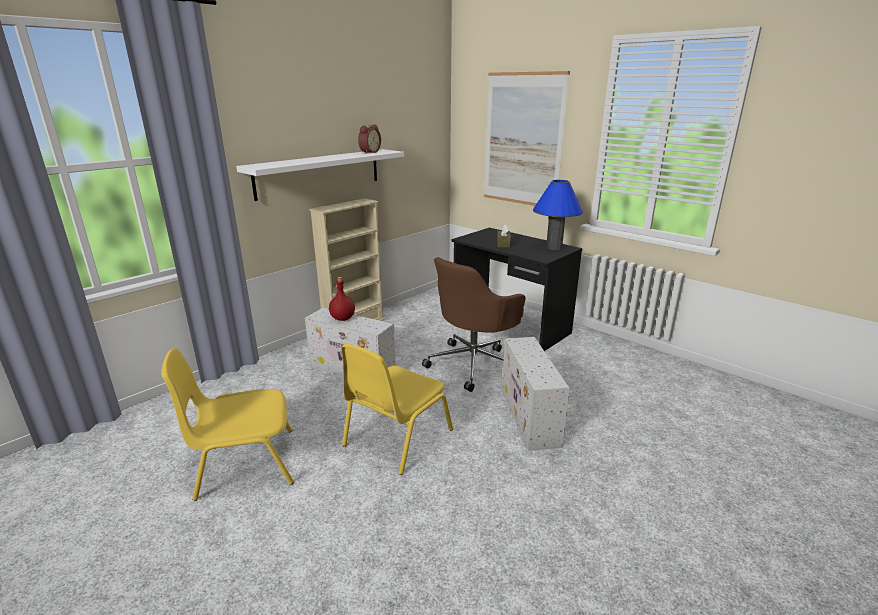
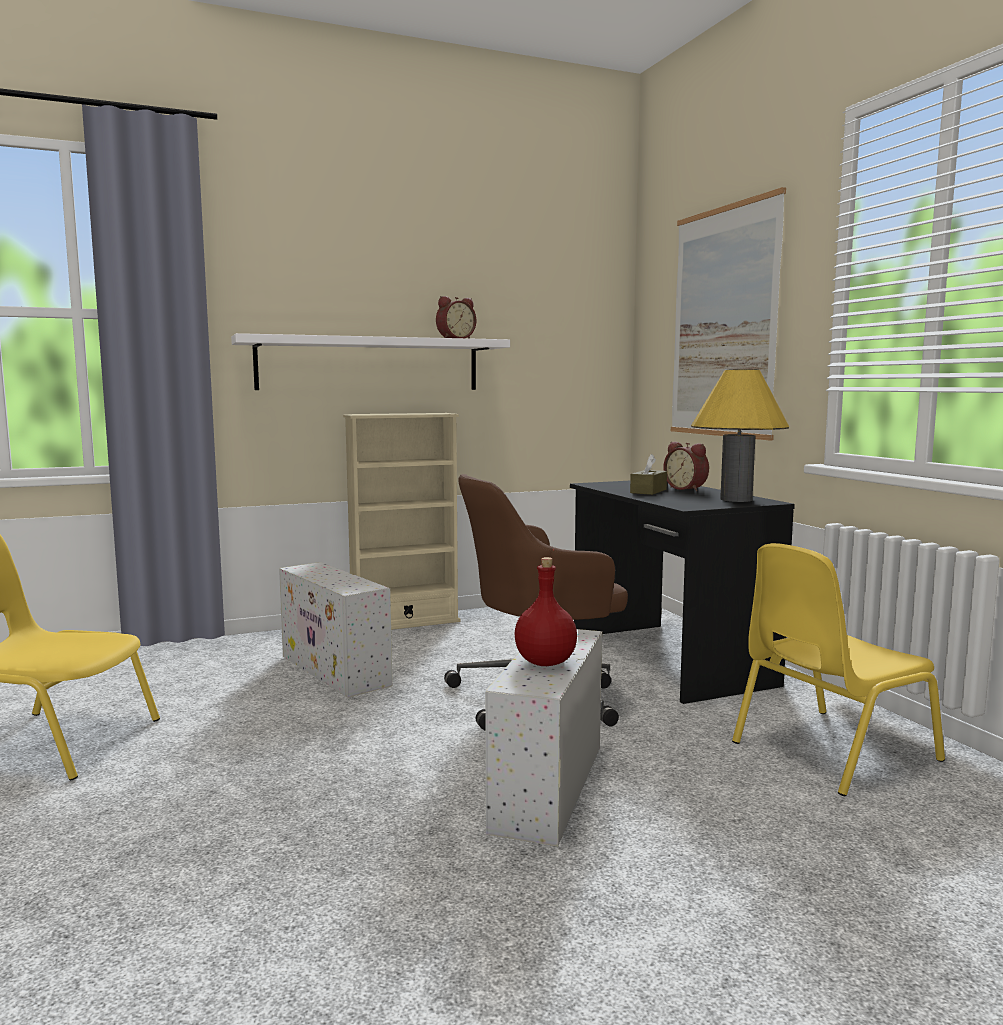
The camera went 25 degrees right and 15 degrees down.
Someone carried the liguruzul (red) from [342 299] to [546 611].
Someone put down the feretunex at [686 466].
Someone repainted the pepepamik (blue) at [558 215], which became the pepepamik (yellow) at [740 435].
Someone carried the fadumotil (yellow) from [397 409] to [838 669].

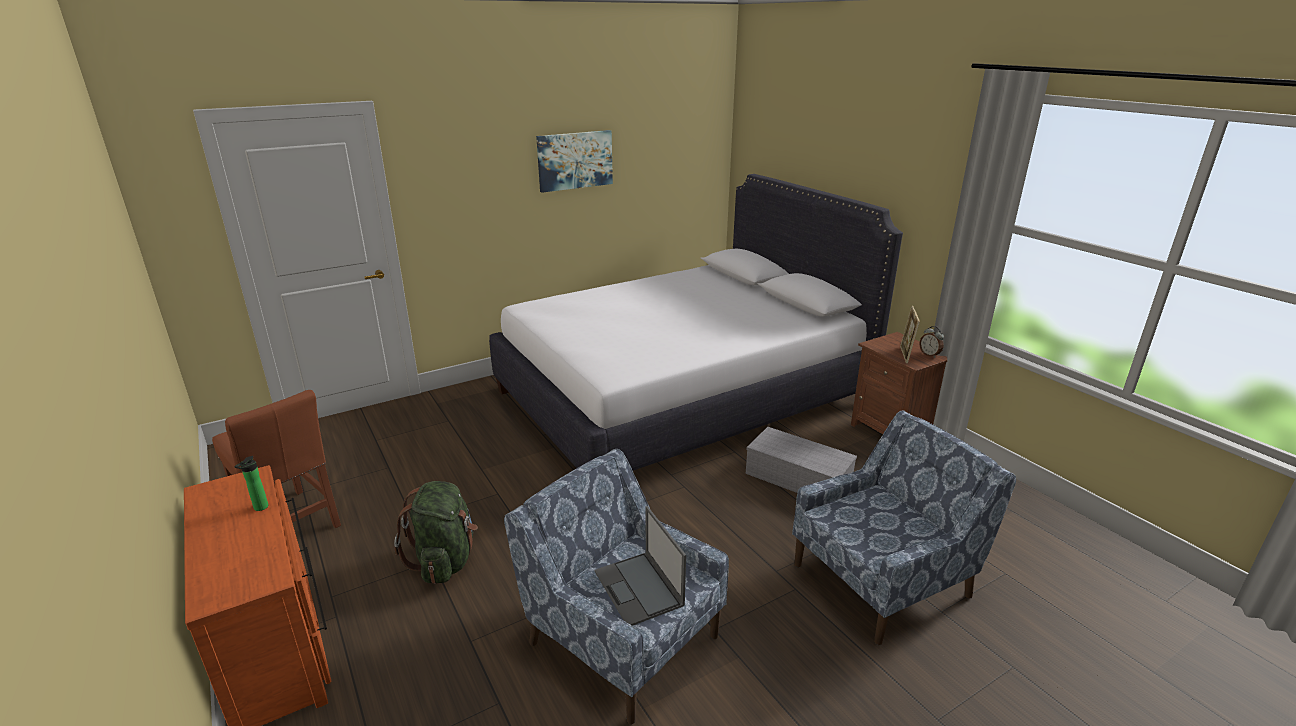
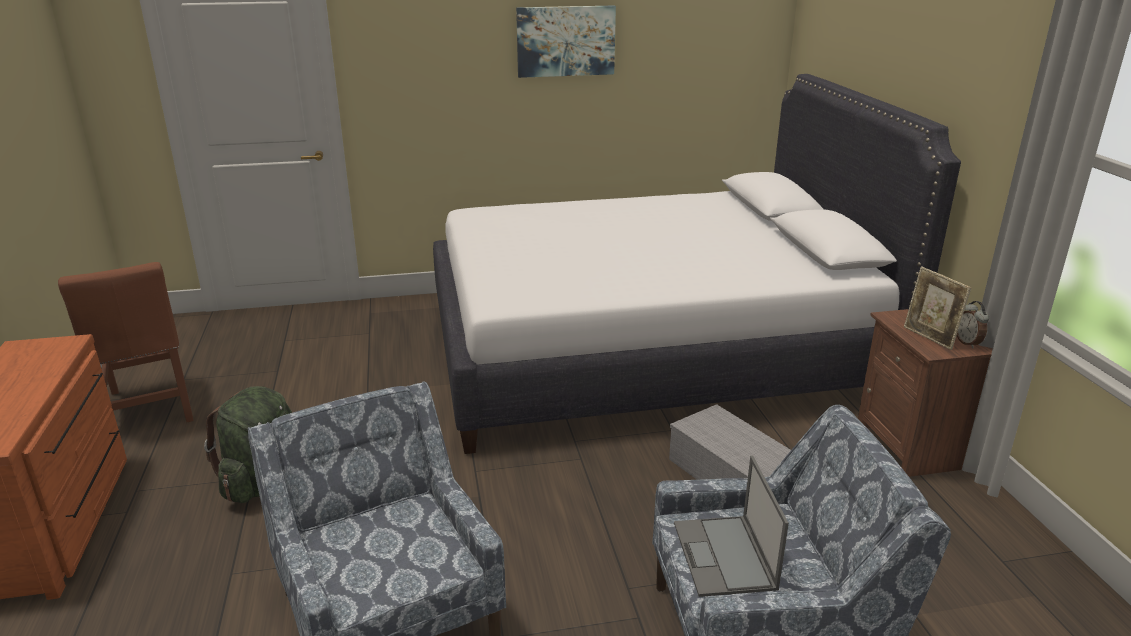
The camera went 20 degrees right and 0 degrees up.
Someone carried the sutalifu from [640 566] to [731 526].
Someone rotated the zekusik at [910 334] by 60 degrees counterclockwise.
Someone took away the liguruzul at [251 483].

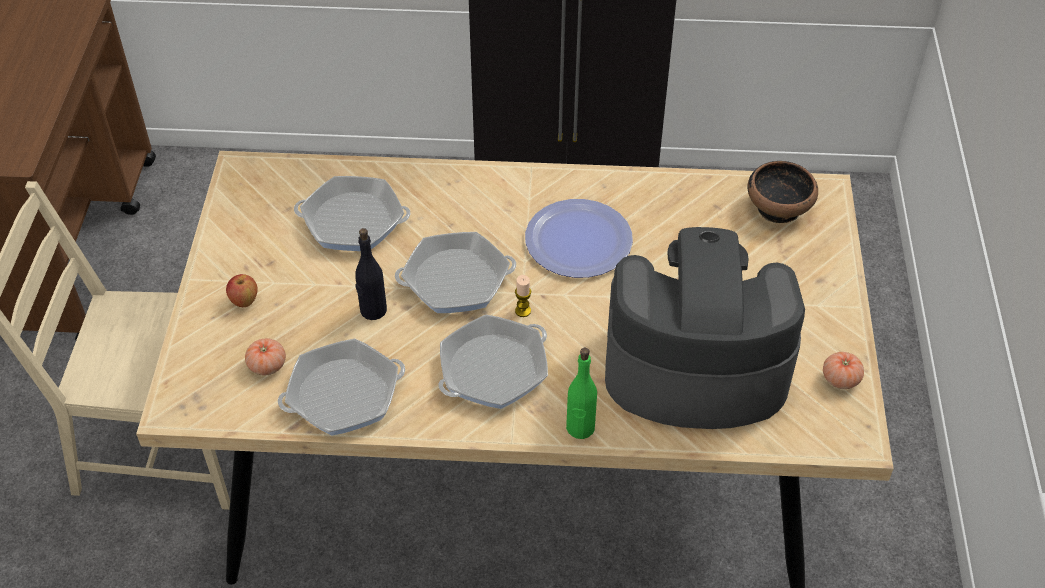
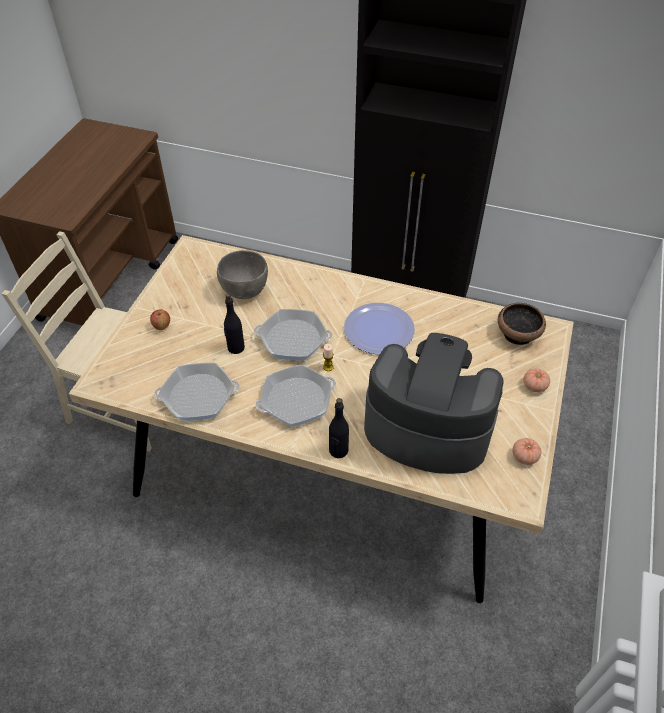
The camera went 15 degrees right and 0 degrees up.
Someone swapped the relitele at [352 213] for the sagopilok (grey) at [242 274].
Someone repainted the liguruzul (green) at [581 393], which became the liguruzul (black) at [339 428].
Someone carried the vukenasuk from [265 356] to [536 380].

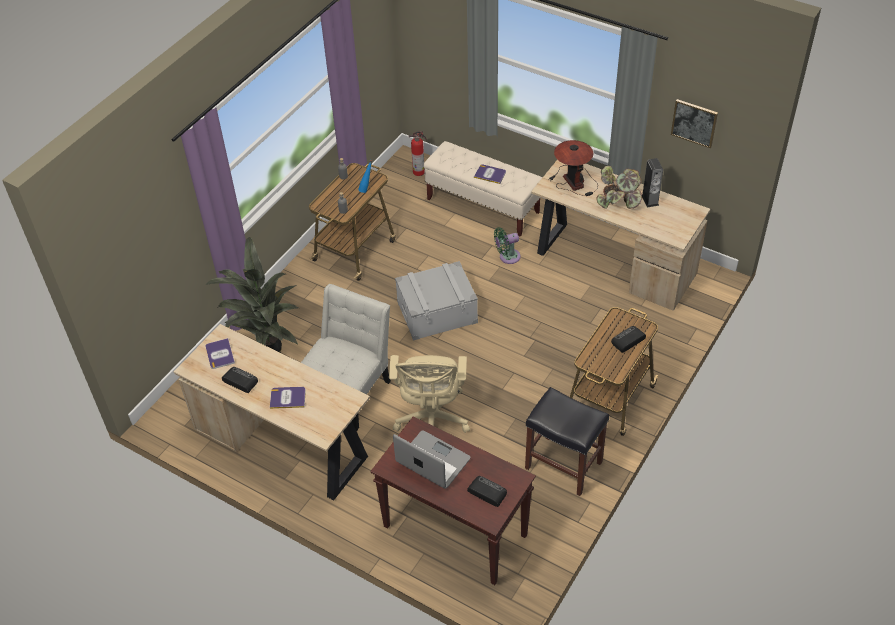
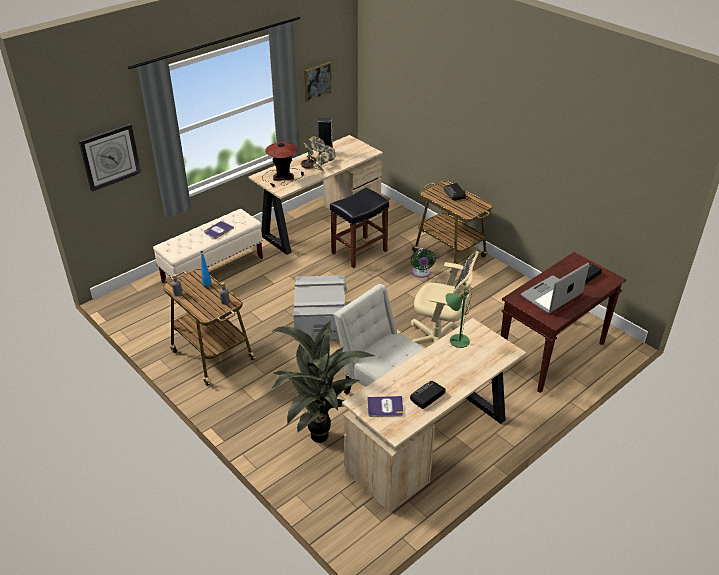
The camera went 75 degrees left and 10 degrees down.
Someone put up the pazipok at [110 157].
Someone carried the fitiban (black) from [567 441] to [359 228].
Someone carried the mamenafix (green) from [507 245] to [423 263].
Someone put down the pepepamik (green) at [458 318].
Someone took away the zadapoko at [288 398].
Someone took away the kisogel at [418 153].

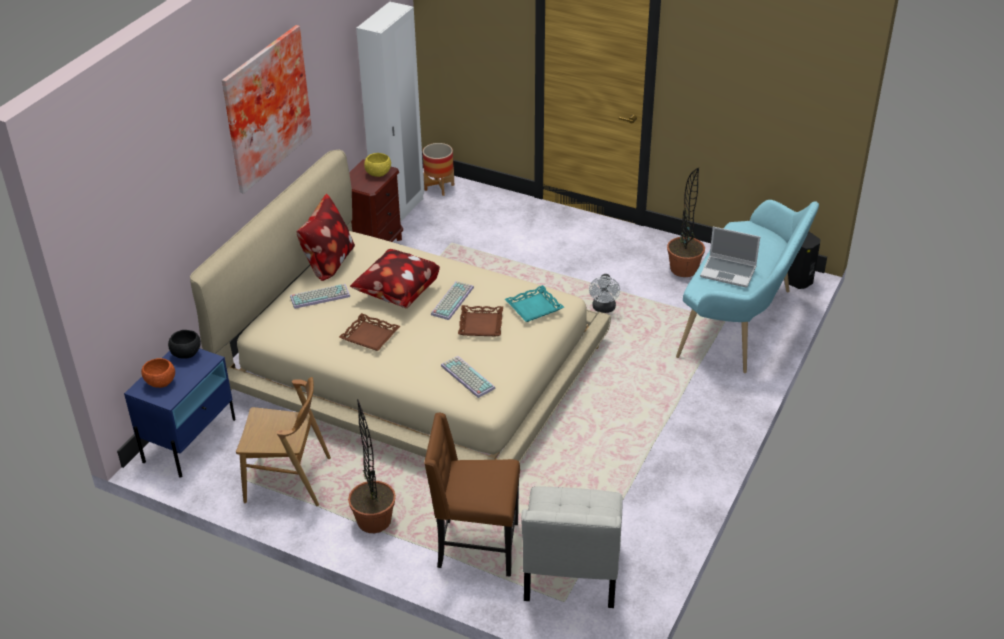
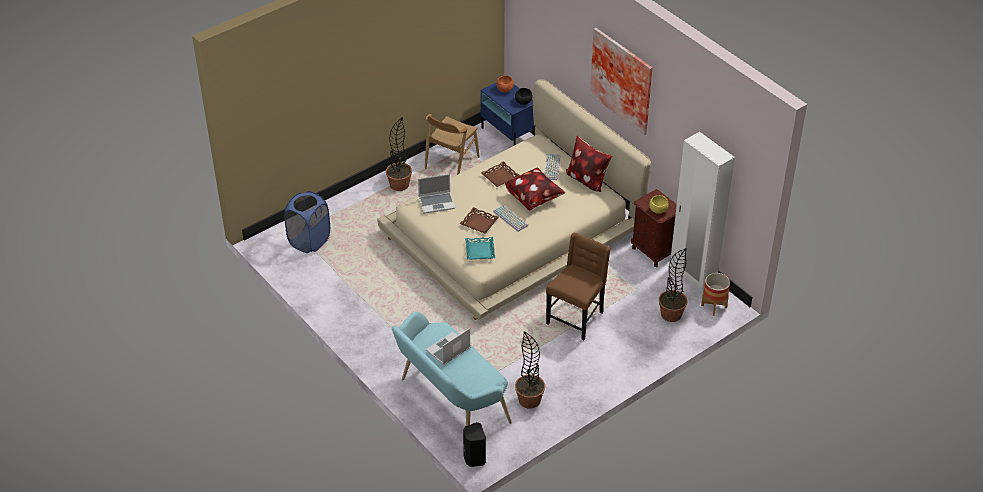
The camera went 115 degrees right and 5 degrees up.
Someone swapped the fadumotil (white) at [572 547] for the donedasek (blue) at [307 222].
Someone swapped the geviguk at [468 377] for the sutalifu at [436 194].
Someone carried the fadumotil (brown) from [472 495] to [578 287].
Someone put down the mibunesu at [673 285].
Someone took away the mamenafix (white) at [604 293].

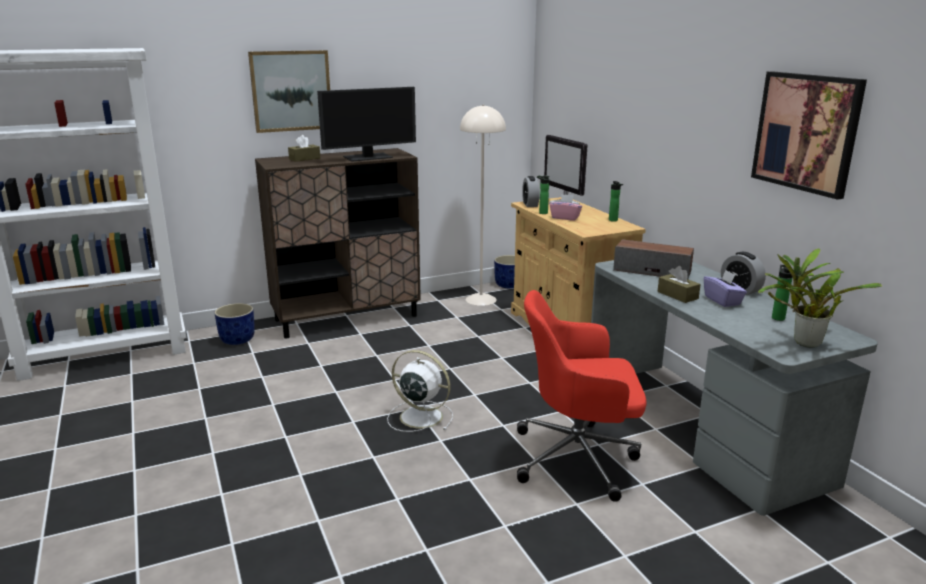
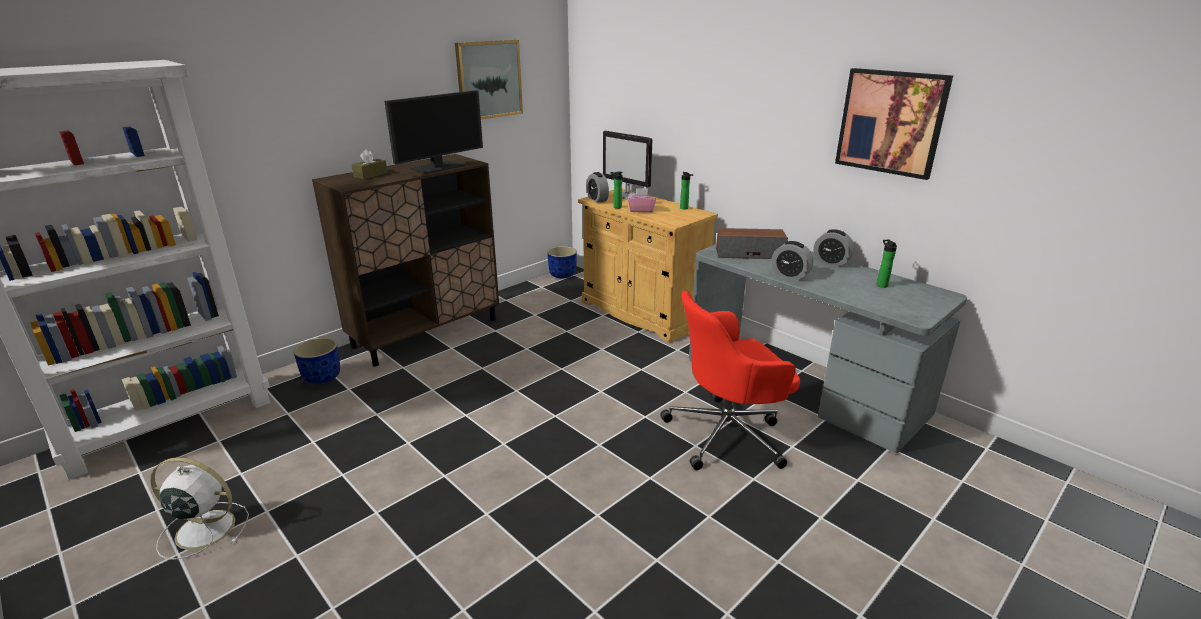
The camera went 20 degrees left and 5 degrees up.
Someone carried the mamenafix (white) from [420 391] to [199 508].
Someone carried the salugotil from [289 91] to [489 79].
Someone swapped the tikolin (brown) at [679 284] for the feretunex at [792 260].
Someone took away the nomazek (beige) at [483 205].
Someone took away the tikolin (purple) at [725 288].
Someone took away the mibunesu at [820 298].

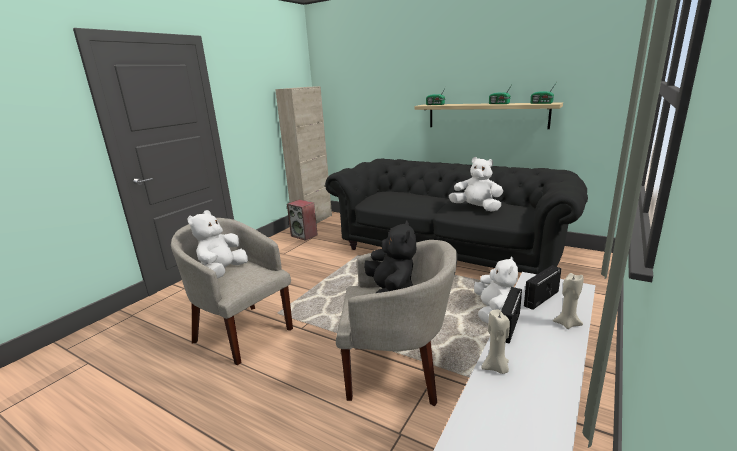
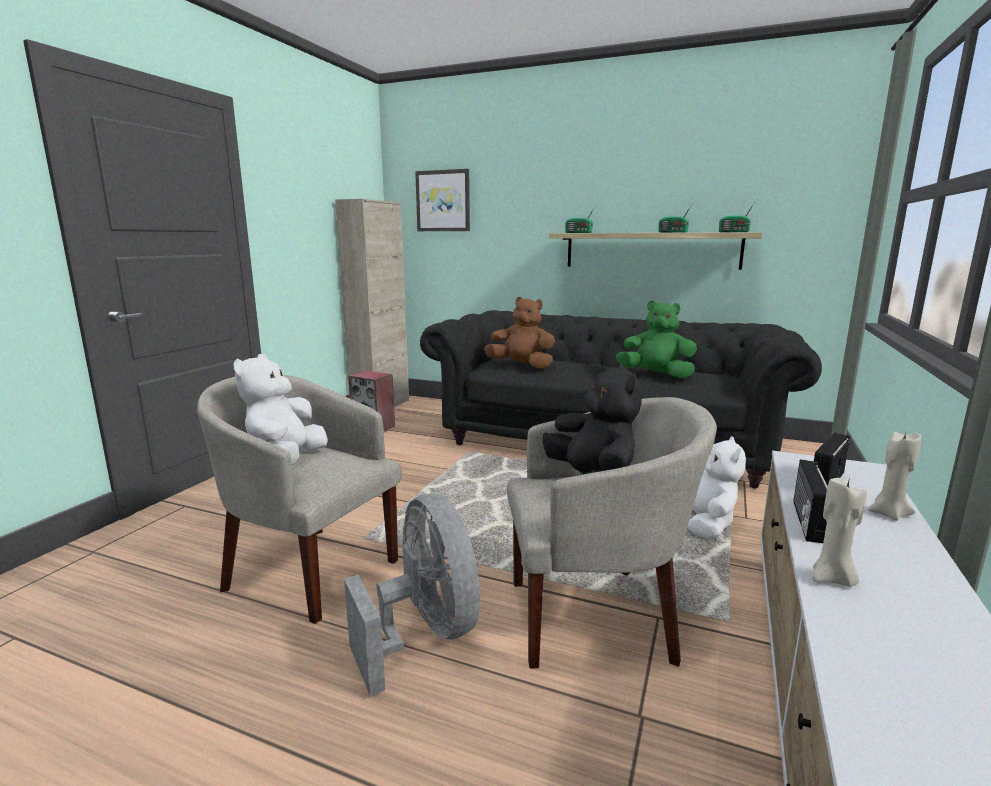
The camera went 10 degrees left and 5 degrees down.
Someone put down the mamenafix (grey) at [412 594].
Someone put up the salugotil at [442 200].
Someone put down the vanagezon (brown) at [519 333].
Someone repainted the vanagezon (white) at [476 184], which became the vanagezon (green) at [656 339].

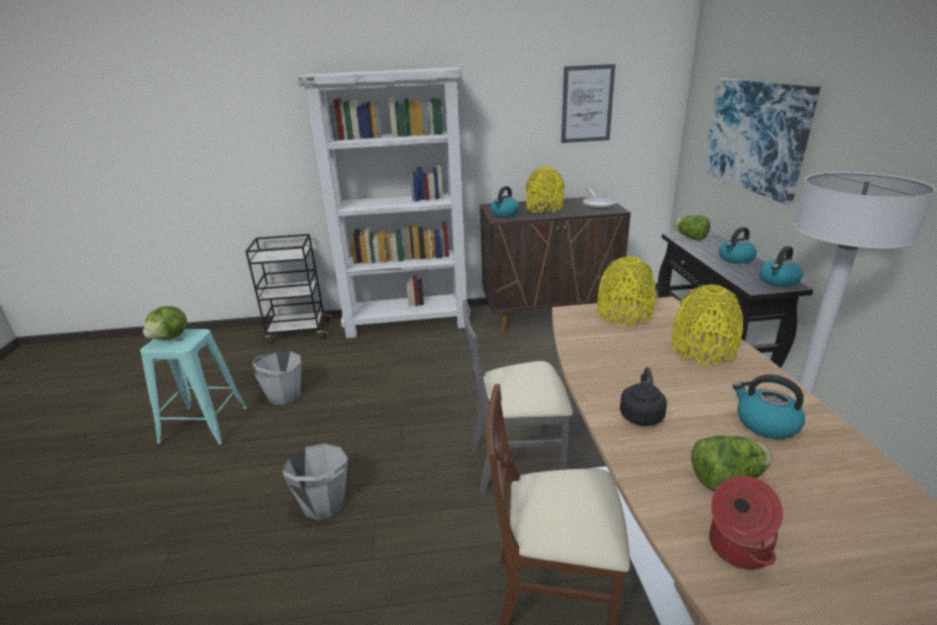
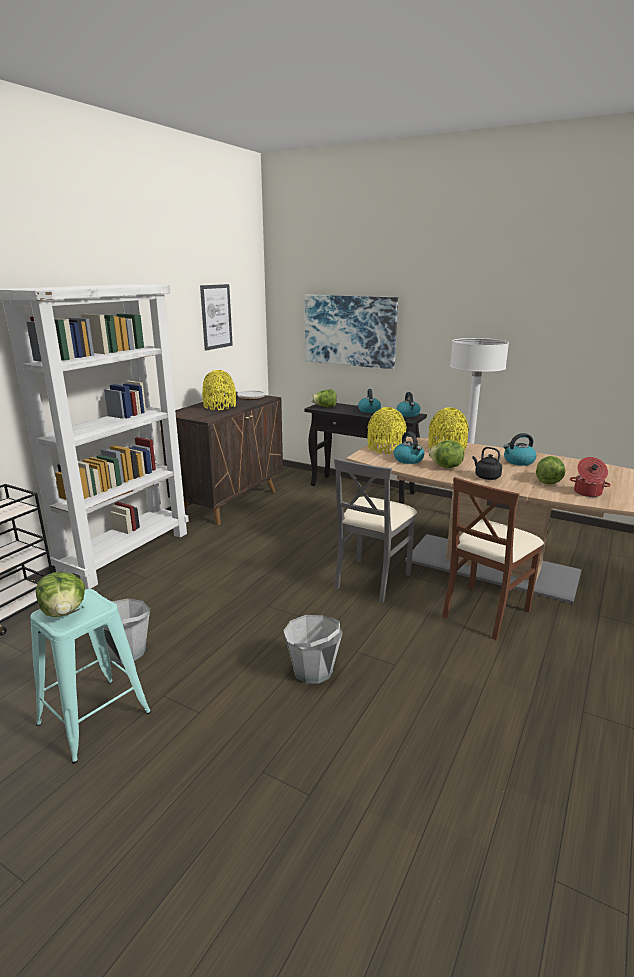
The camera went 55 degrees left and 5 degrees down.
Someone carried the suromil from [505 201] to [409 448].
Someone put down the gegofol at [446 454].

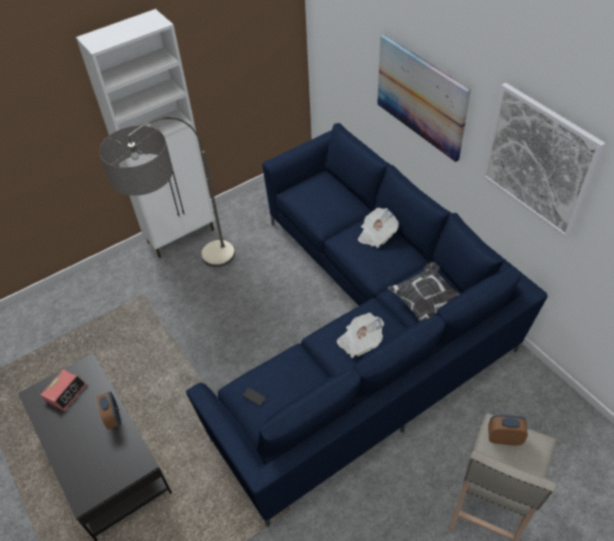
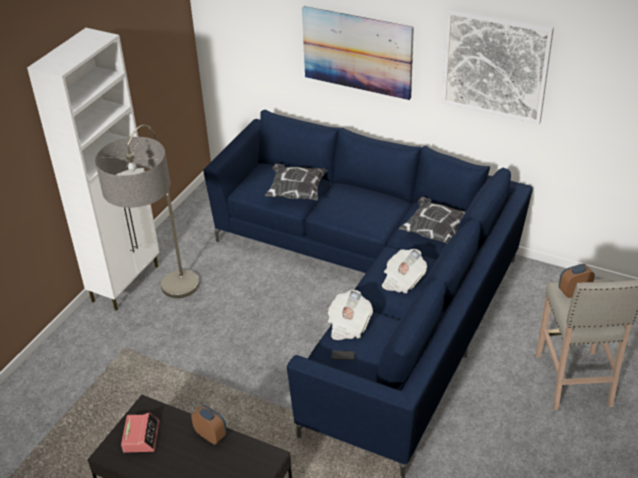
The camera went 30 degrees left and 10 degrees down.
Someone put down the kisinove at [296 182].
Someone carried the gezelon from [378 227] to [350 315].

